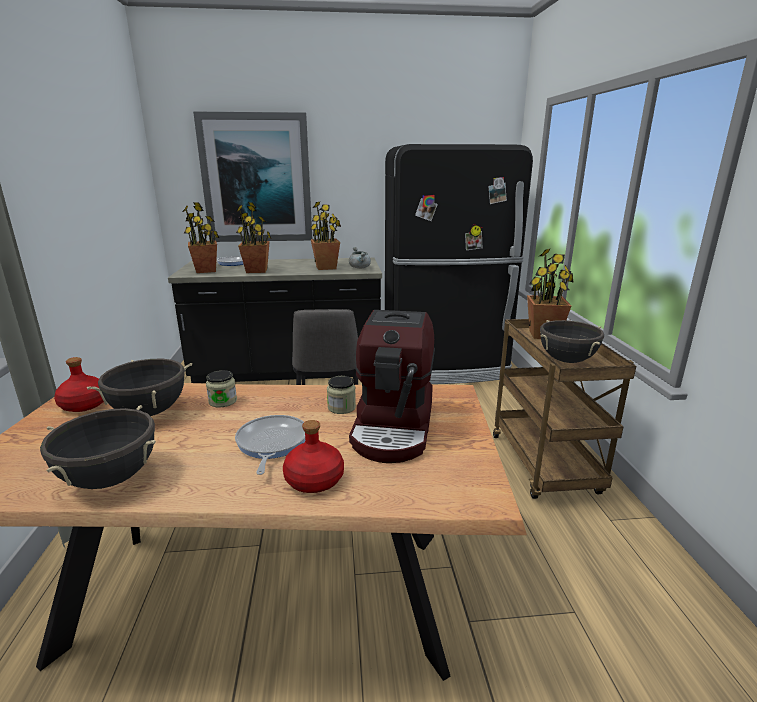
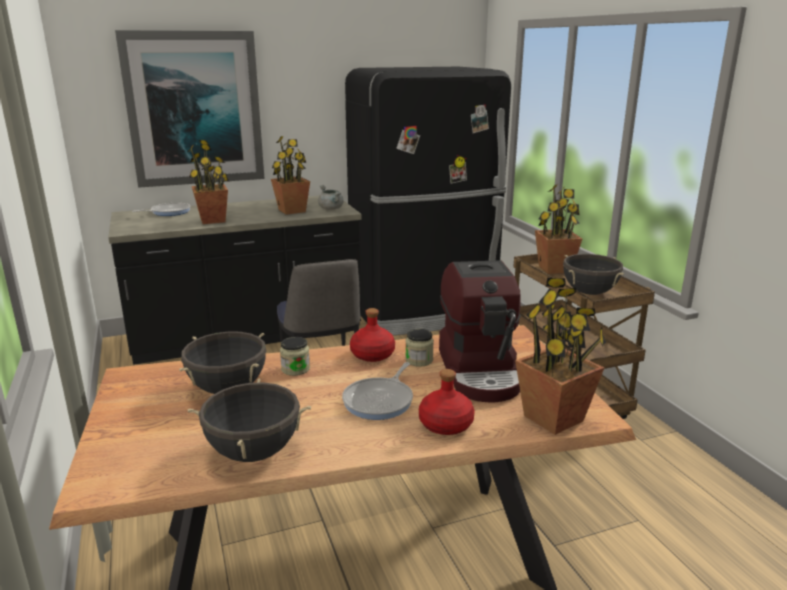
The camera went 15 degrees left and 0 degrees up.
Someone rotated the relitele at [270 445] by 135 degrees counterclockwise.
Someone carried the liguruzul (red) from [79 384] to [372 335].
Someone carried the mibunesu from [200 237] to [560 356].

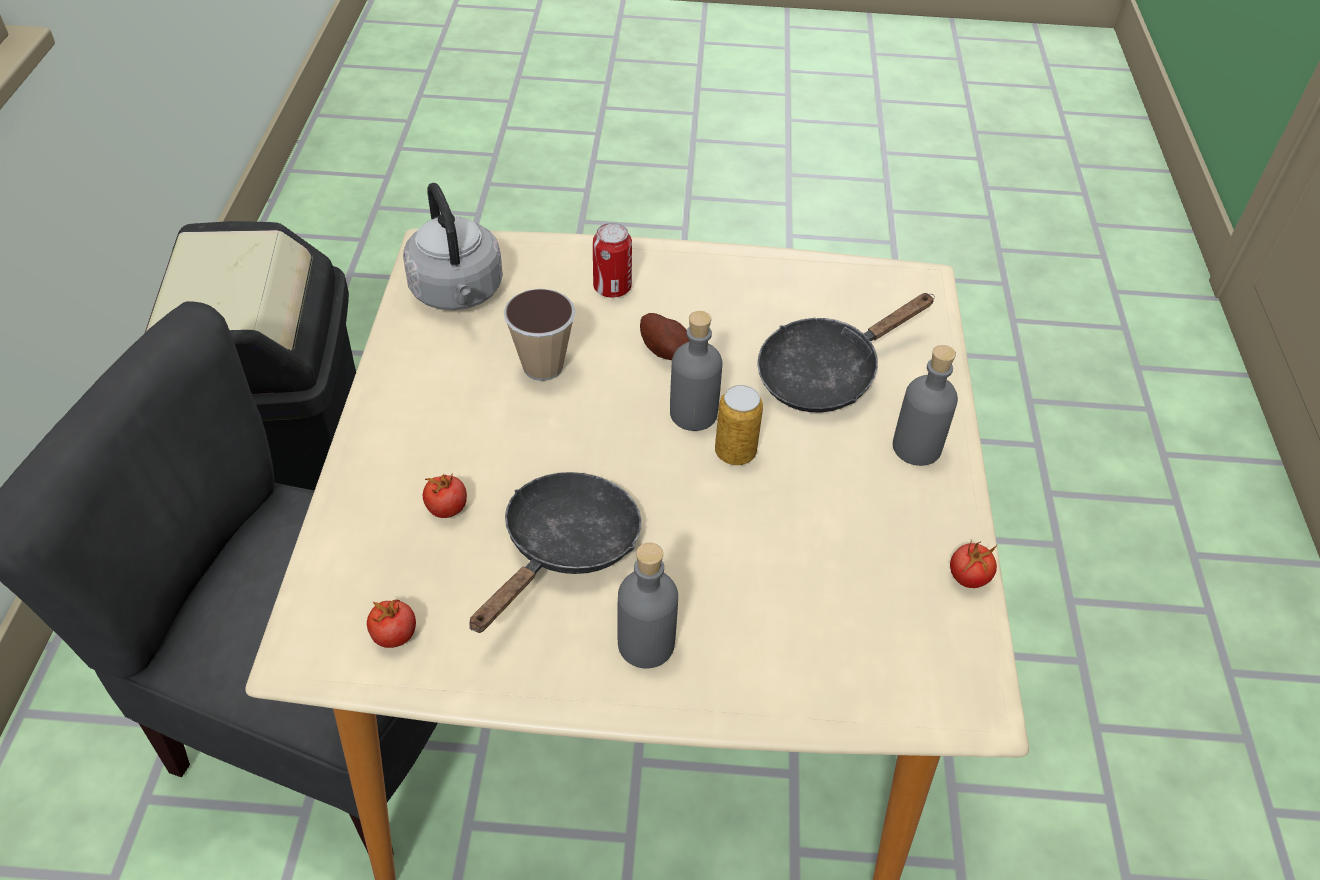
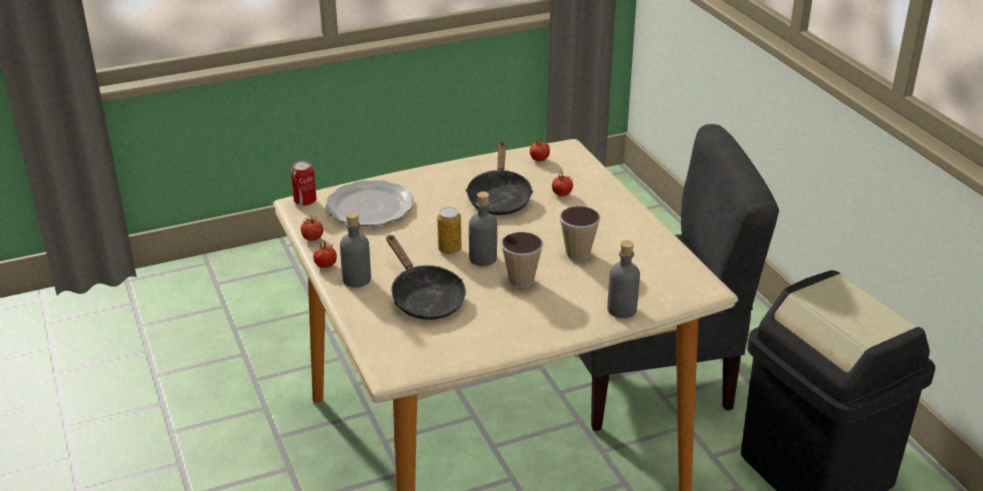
The camera went 155 degrees right and 15 degrees down.
Someone carried the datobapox from [612 259] to [303 183].
Someone put down the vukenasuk at [325 254].
Someone put down the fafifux at [369 203].
Someone rotated the relitele (black) at [846 353] by 120 degrees clockwise.
Someone swapped the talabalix at [664 336] for the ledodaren at [522 260].
Someone carried the liguruzul (grey) from [647 606] to [623 279].
Someone took away the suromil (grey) at [453 246].

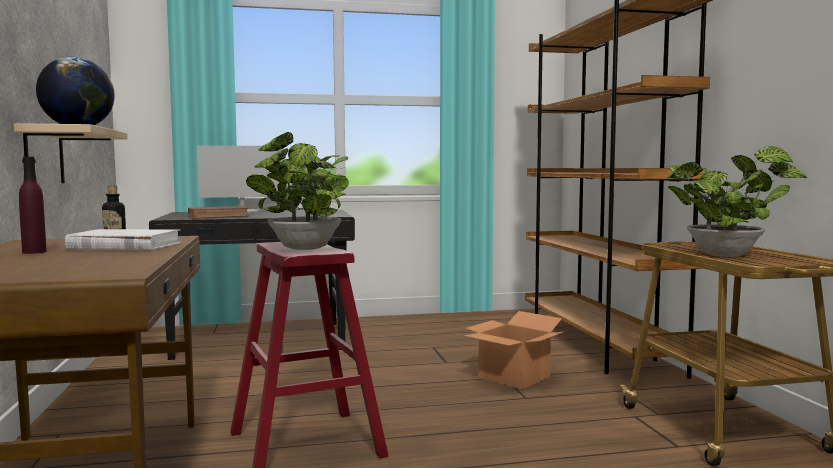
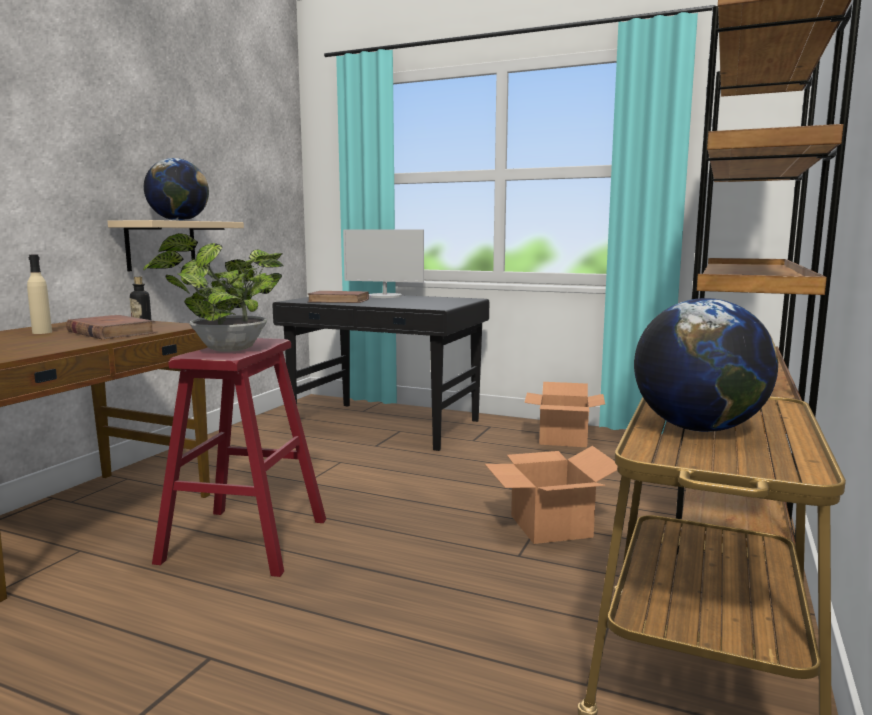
The camera went 35 degrees right and 5 degrees up.
Someone repainted the liguruzul (purple) at [33 205], which became the liguruzul (beige) at [39 294].
Someone repainted the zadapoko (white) at [123 239], which became the zadapoko (brown) at [111 327].
Someone put down the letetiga at [564 414].
Someone swapped the mibunesu at [736 201] for the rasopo at [706 365].

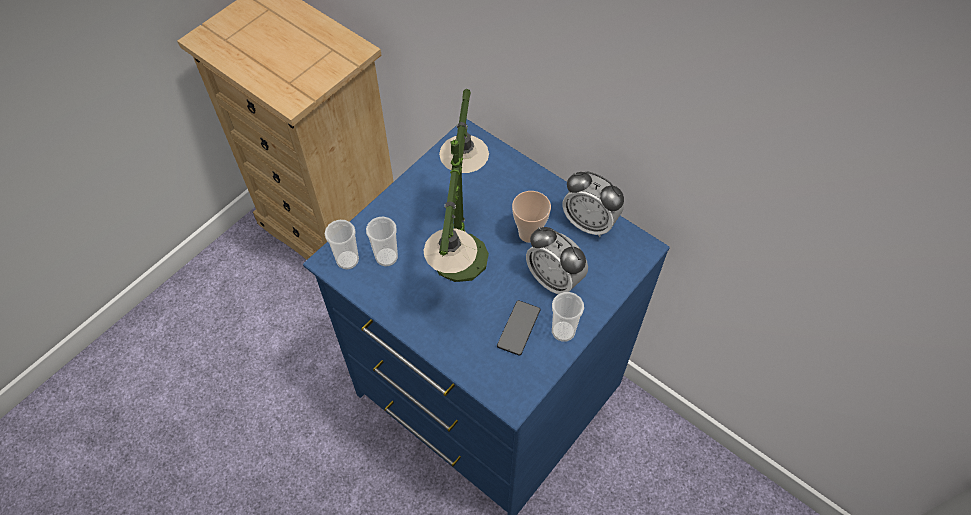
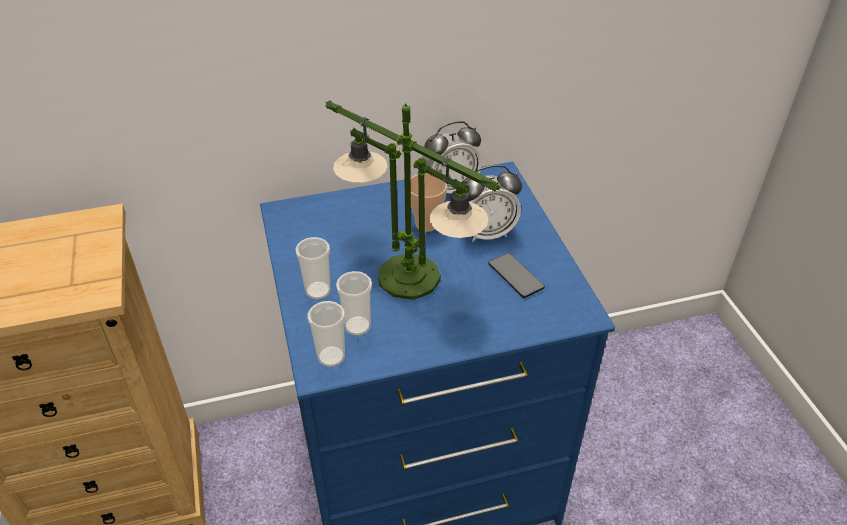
The camera went 55 degrees left and 15 degrees down.
Someone carried the ledodaren from [568 317] to [313 268].

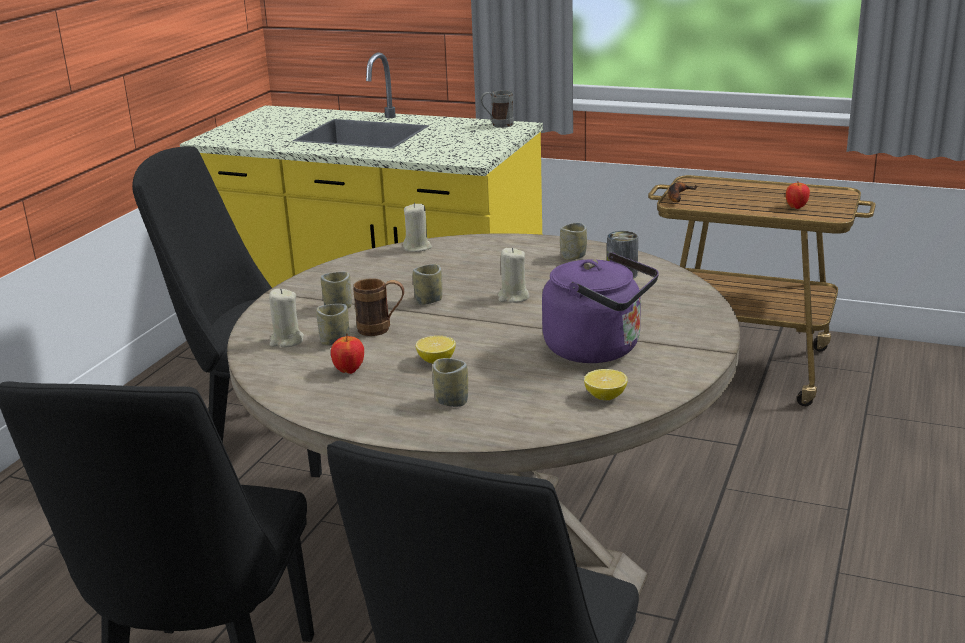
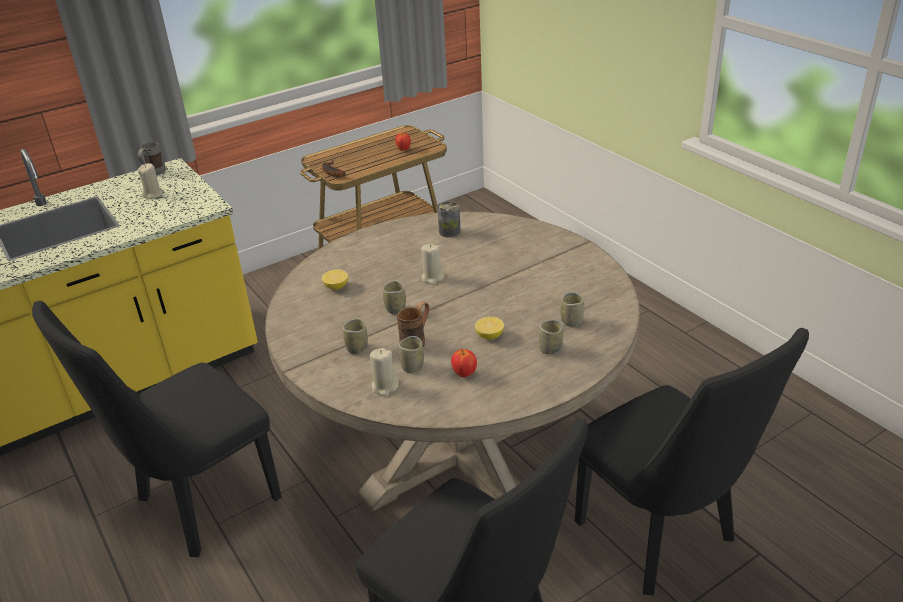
The camera went 55 degrees left and 10 degrees up.
Someone carried the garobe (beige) from [417 227] to [150 181].
Someone carried the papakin from [606 384] to [335 279].
Someone carried the ledodaren from [573 242] to [572 309].
Someone took away the suromil (purple) at [600 307].

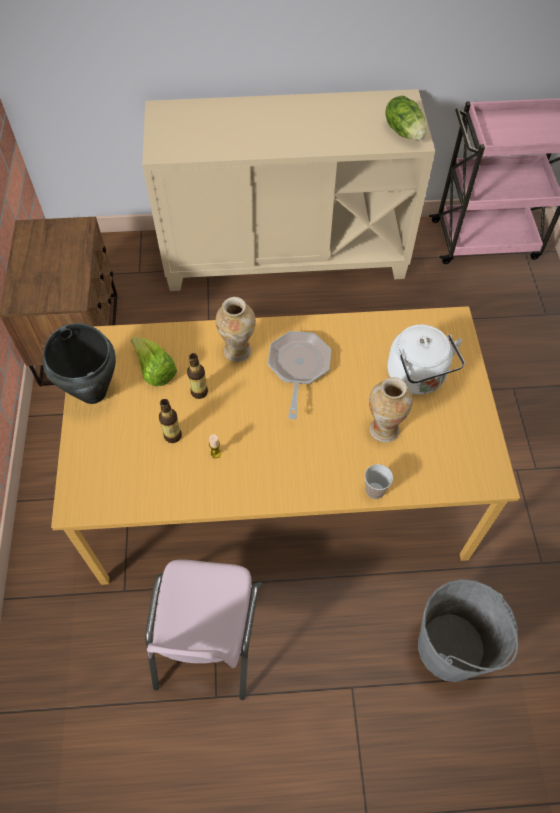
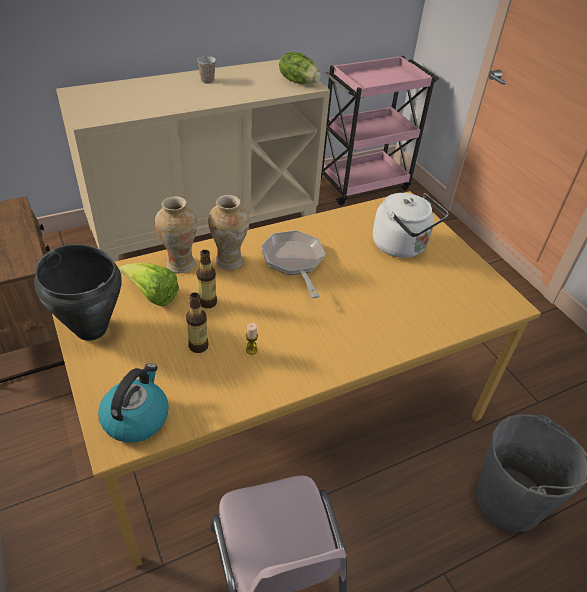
The camera went 25 degrees left and 15 degrees down.
Someone put down the suromil at [133 403].
Someone carried the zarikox from [391 409] to [176 234].
Someone carried the ledodaren from [378 481] to [206 70].

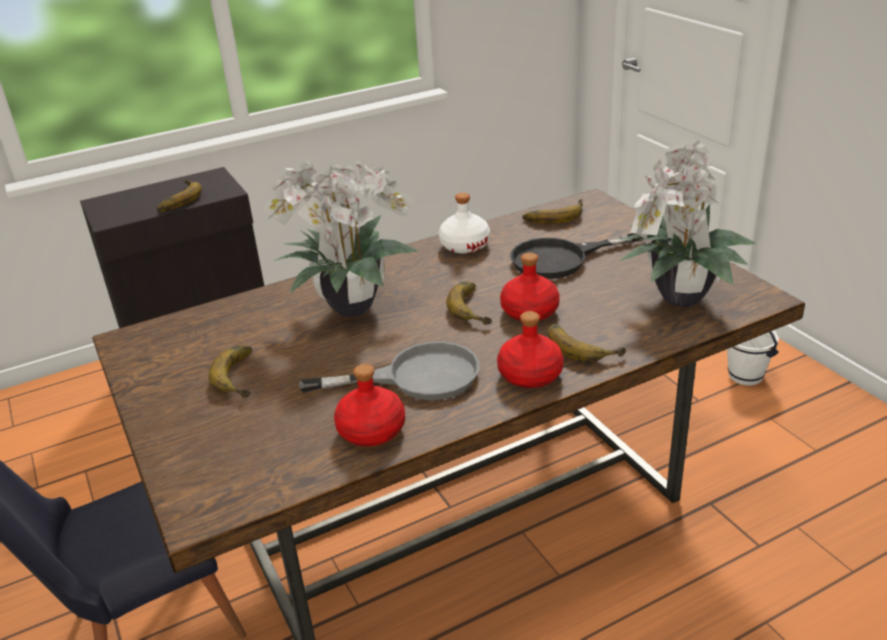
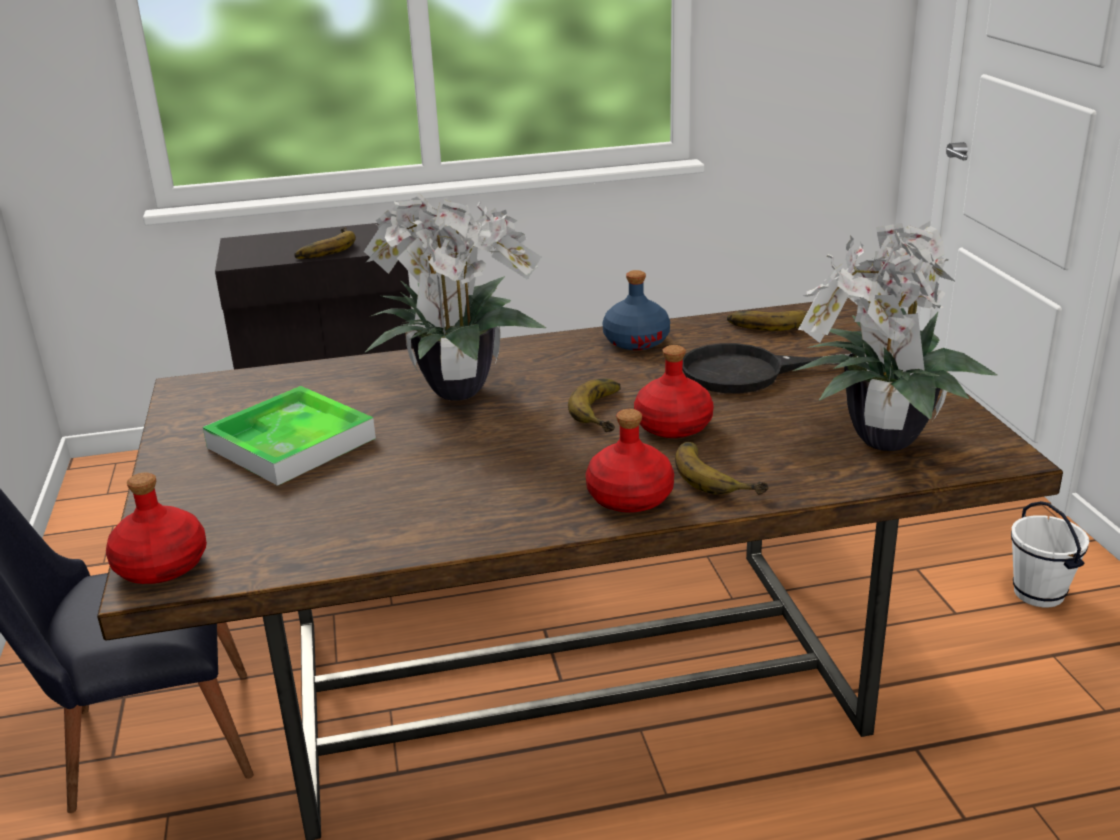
The camera went 15 degrees right and 5 degrees down.
Someone carried the liguruzul (red) from [369 405] to [156 528].
Someone swapped the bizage at [230 371] for the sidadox at [289 436].
Someone repainted the liguruzul (white) at [464 223], which became the liguruzul (blue) at [636 310].
Someone took away the relitele (grey) at [389 370].

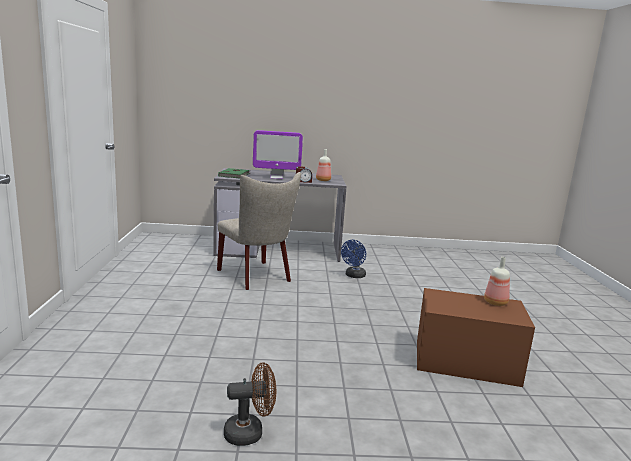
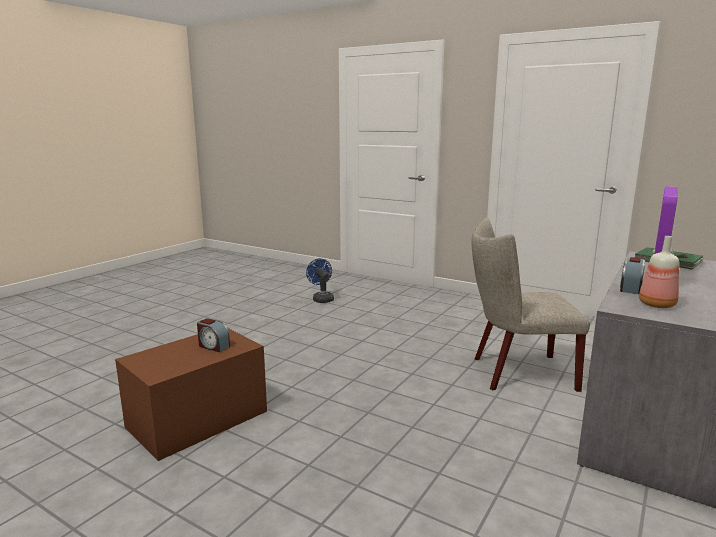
The camera went 125 degrees right and 0 degrees up.
Someone put down the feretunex at [213 335].
Someone carried the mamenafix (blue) from [353 259] to [320 280].
Someone took away the mamenafix (brown) at [250 404].
Someone took away the liguruzul at [497 281].

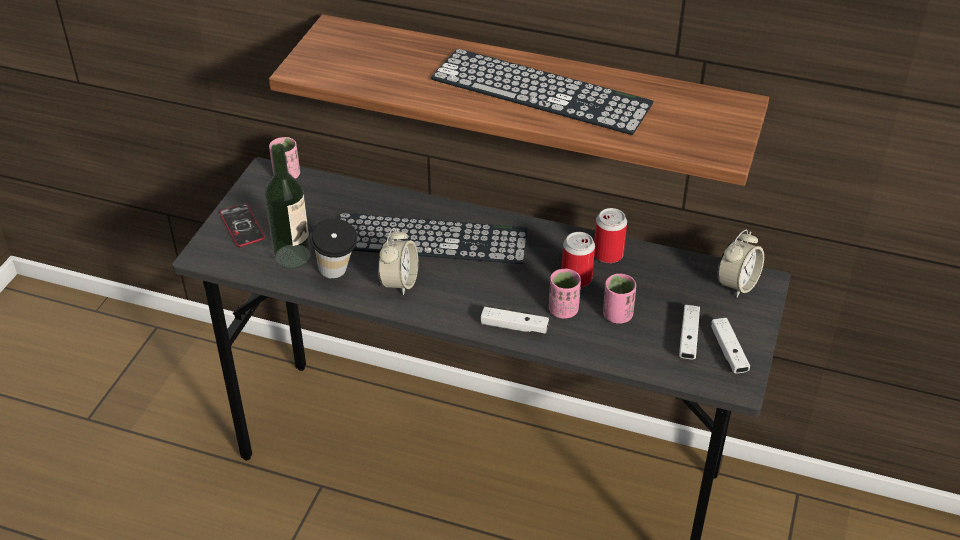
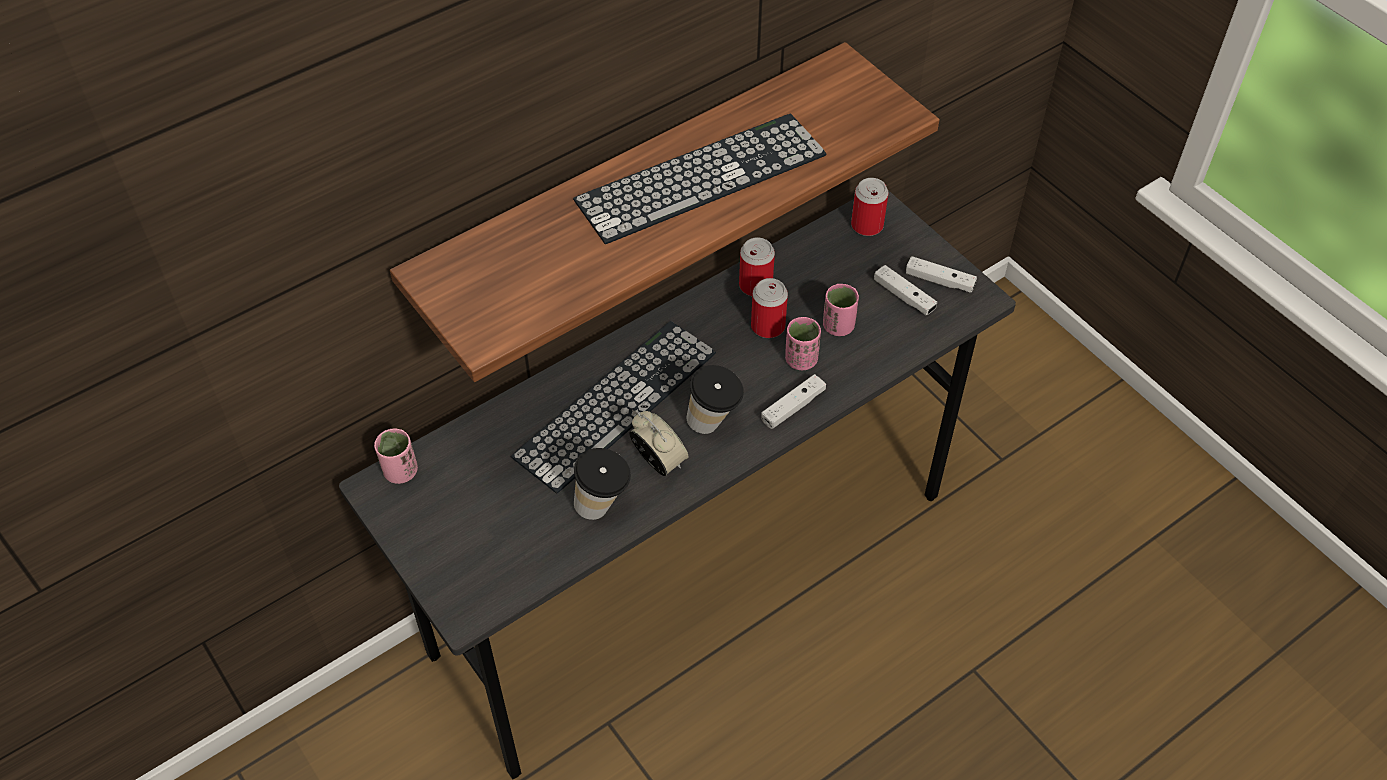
The camera went 55 degrees left and 10 degrees up.
Someone put down the ledodaren at [715 399].
Someone swapped the feretunex at [741 263] for the datobapox at [870 207].
Someone took away the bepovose at [242 225].
Someone took away the liguruzul at [288 206].

